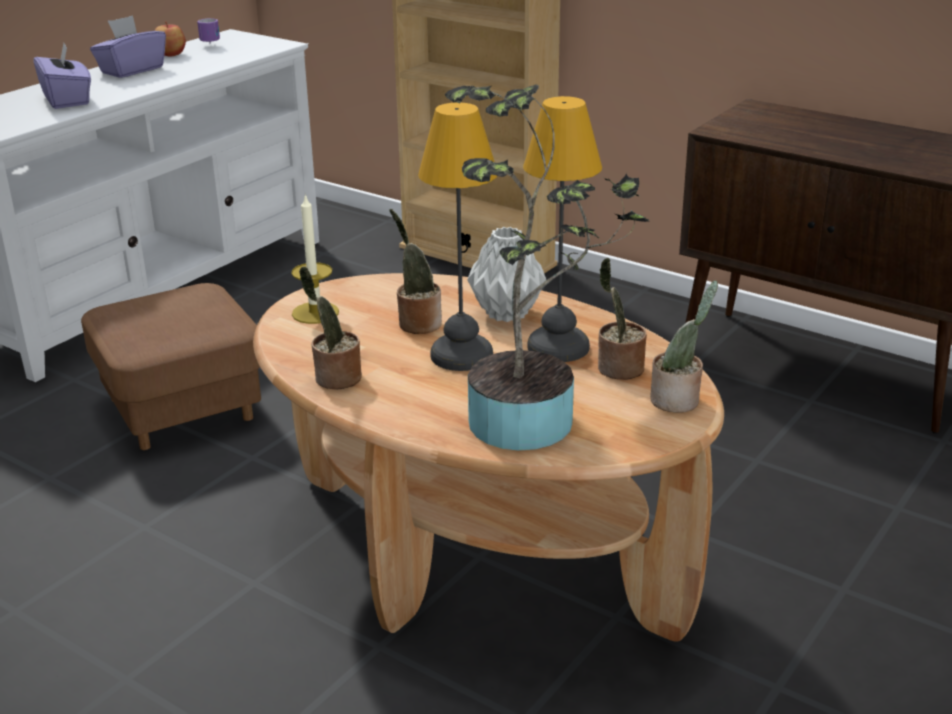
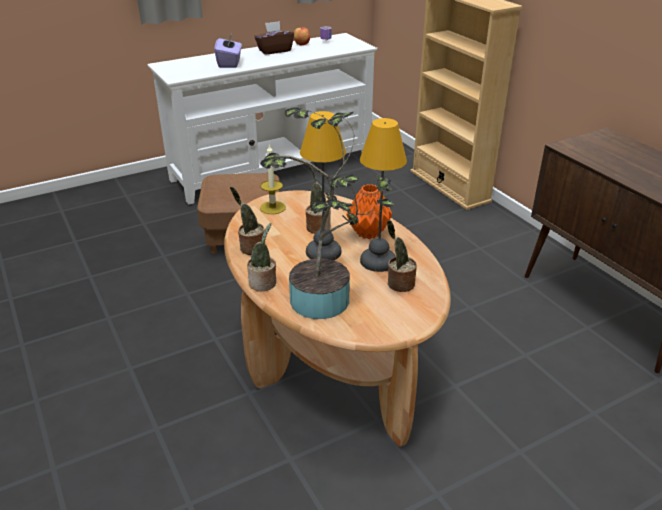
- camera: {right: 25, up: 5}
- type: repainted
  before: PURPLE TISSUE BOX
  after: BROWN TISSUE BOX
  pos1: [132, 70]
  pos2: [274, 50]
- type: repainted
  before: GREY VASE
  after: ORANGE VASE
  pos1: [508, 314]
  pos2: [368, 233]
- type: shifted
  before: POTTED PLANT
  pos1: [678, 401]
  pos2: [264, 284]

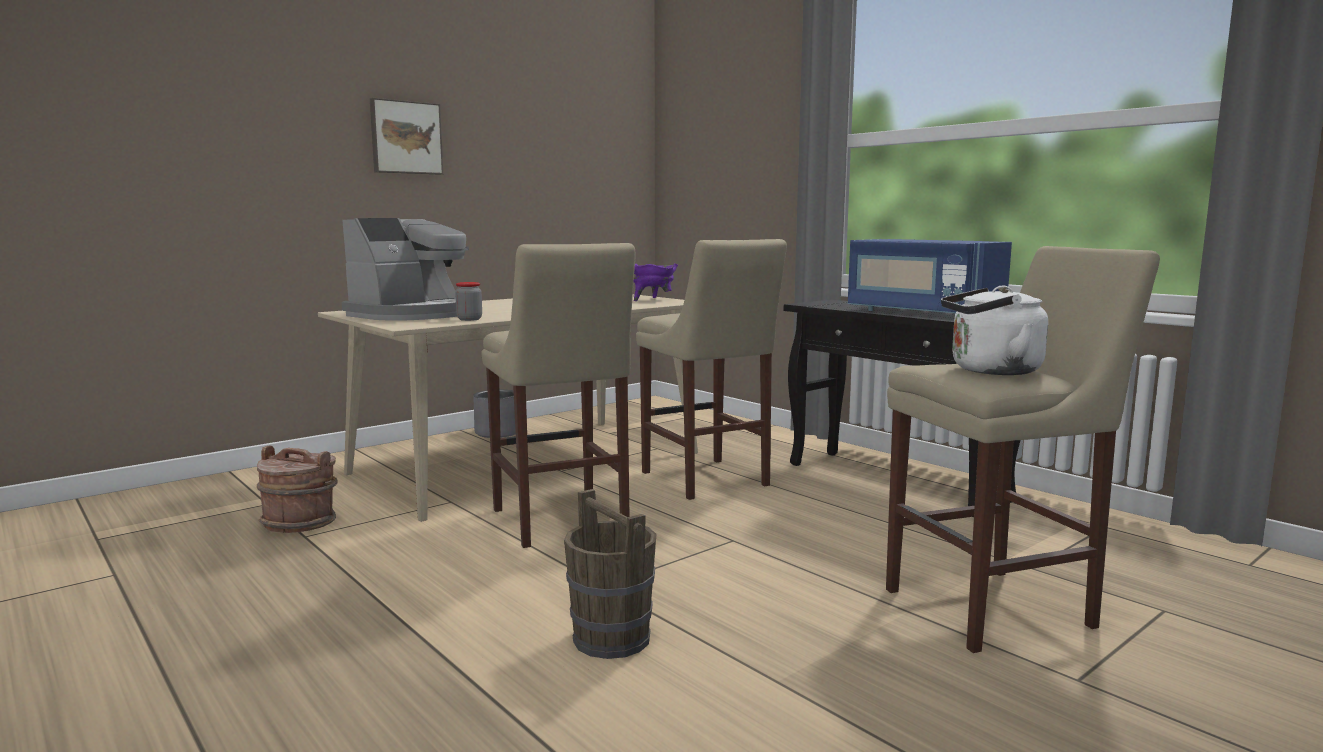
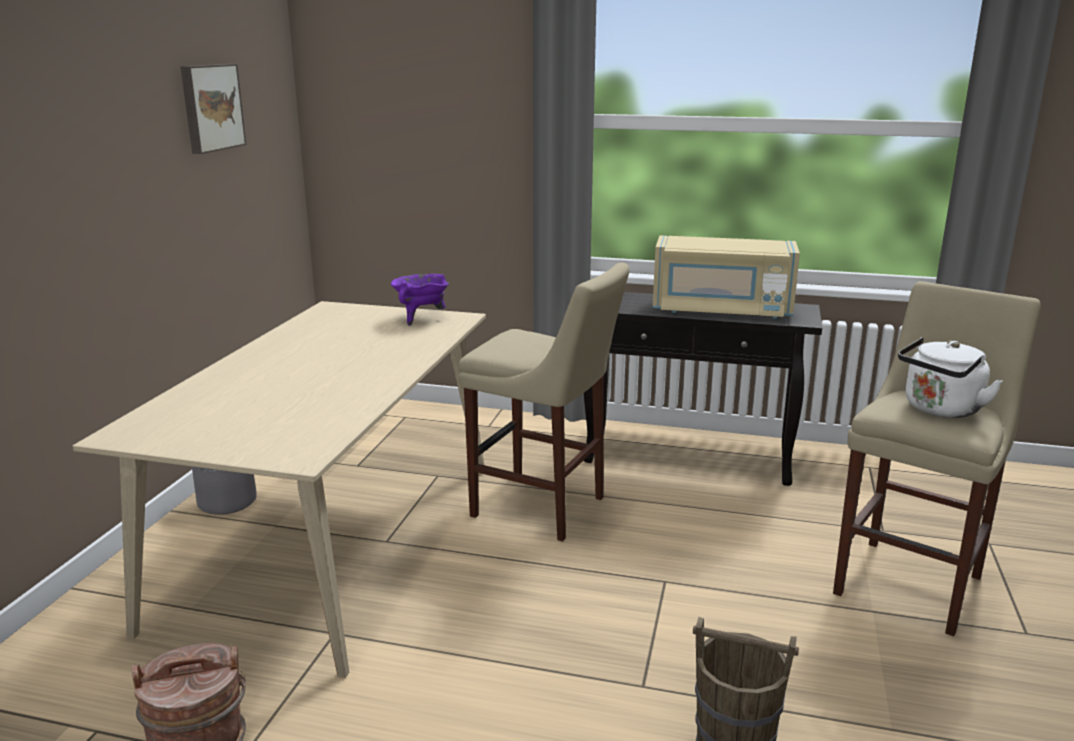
- camera: {right: -35, up: 10}
- type: shifted
  before: PICTURE
  pos1: [405, 137]
  pos2: [210, 107]
- type: gone
  before: COFFEE MACHINE
  pos1: [413, 314]
- type: repainted
  before: BLUE MICROWAVE
  after: BEIGE MICROWAVE
  pos1: [920, 313]
  pos2: [721, 311]
- type: gone
  before: BEIGE STOOL
  pos1: [561, 522]
- type: gone
  before: JAR
  pos1: [469, 319]

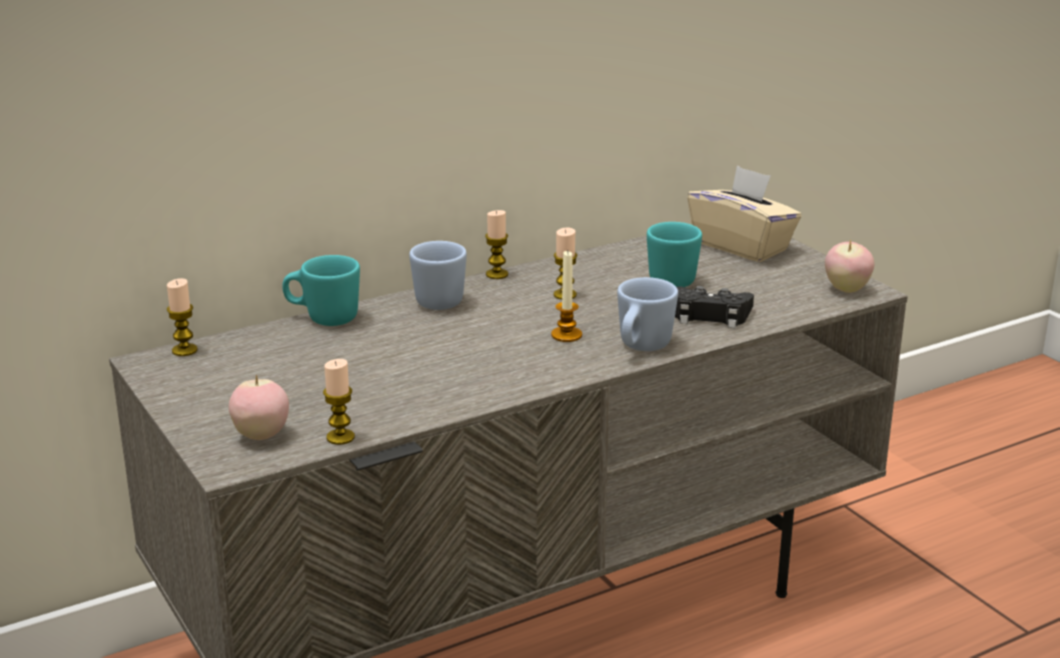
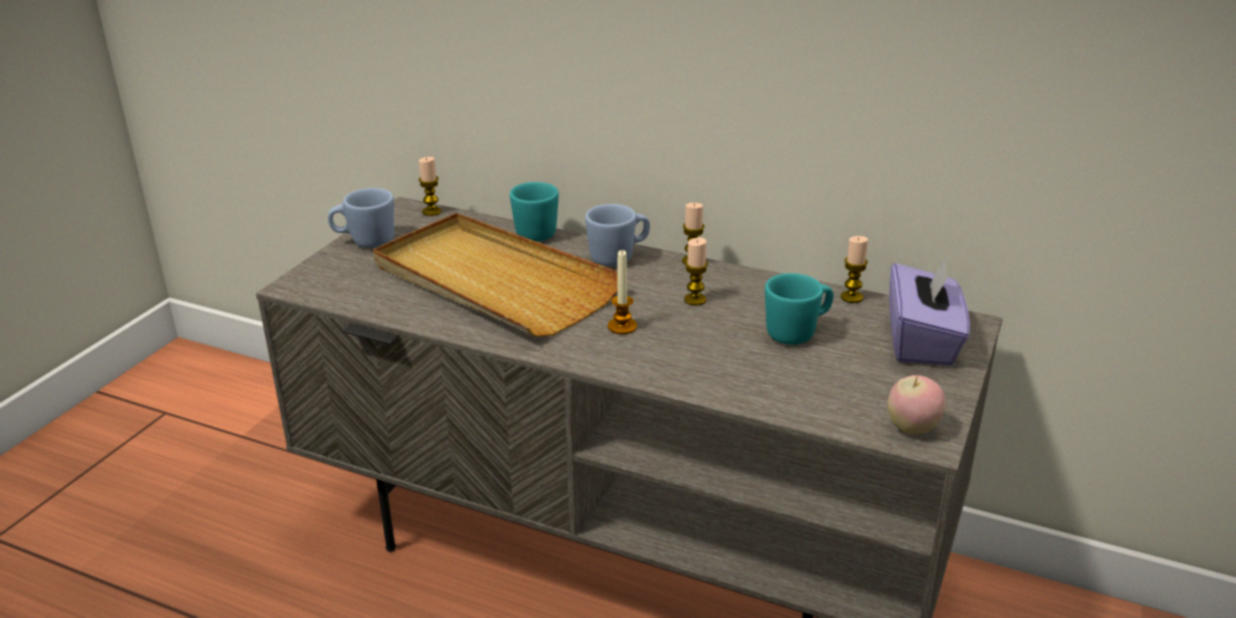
- camera: {right: 55, up: 5}
- type: repainted
  before: BEIGE TISSUE BOX
  after: PURPLE TISSUE BOX
  pos1: [742, 246]
  pos2: [922, 342]
- type: shifted
  before: BLUE MUG
  pos1: [641, 347]
  pos2: [365, 242]
- type: gone
  before: BLACK GAME CONTROLLER
  pos1: [710, 315]
- type: shifted
  before: CANDLE
  pos1: [340, 437]
  pos2: [851, 297]
- type: gone
  before: APPLE
  pos1: [261, 436]
- type: new
  after: BEIGE TRAY
  pos2: [493, 282]

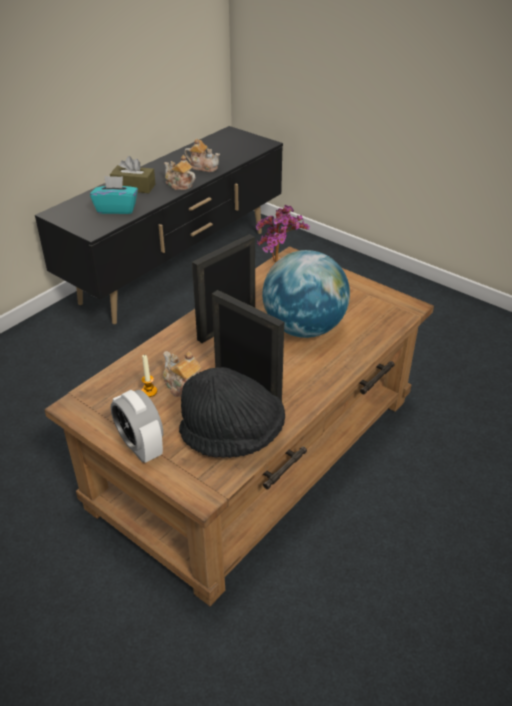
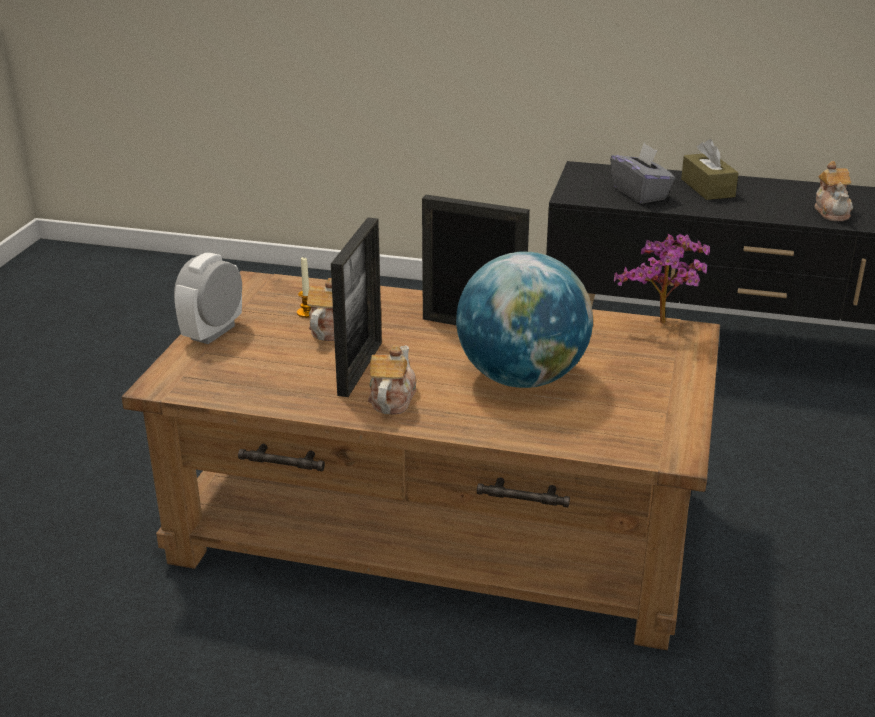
- camera: {right: 65, up: -10}
- type: shifted
  before: TEAPOT
  pos1: [179, 185]
  pos2: [392, 399]
- type: repainted
  before: TURQUOISE TISSUE BOX
  after: GREY TISSUE BOX
  pos1: [116, 209]
  pos2: [640, 193]
- type: gone
  before: BLACK HAT
  pos1: [233, 436]

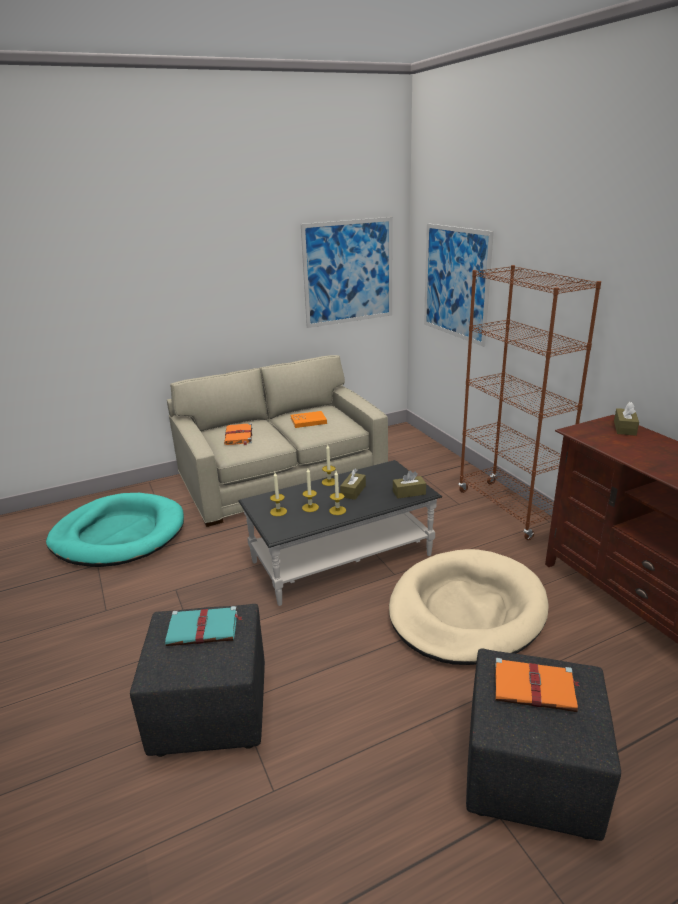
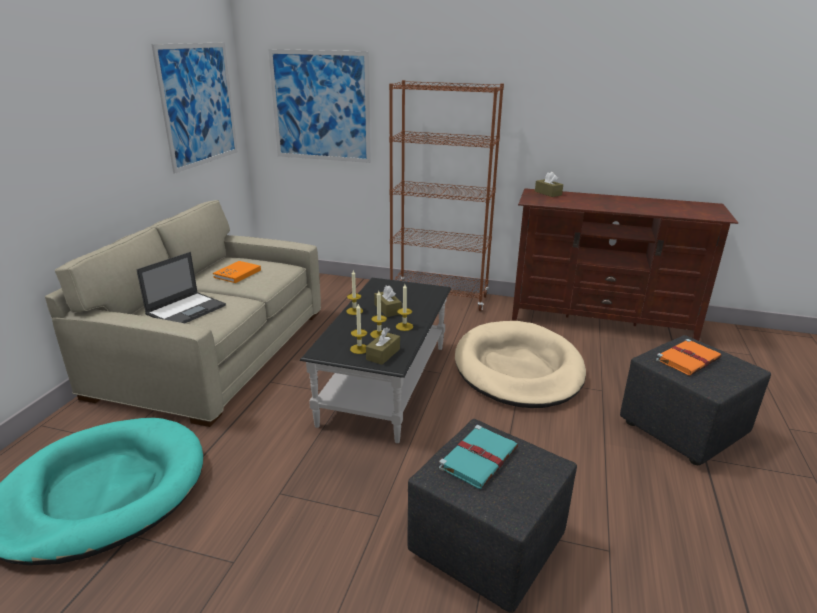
- camera: {right: -50, up: 0}
- type: swapped
  before: ORANGE BOOK
  after: LAPTOP
  pos1: [238, 436]
  pos2: [187, 309]
- type: shifted
  before: BROWN TISSUE BOX
  pos1: [409, 492]
  pos2: [383, 354]

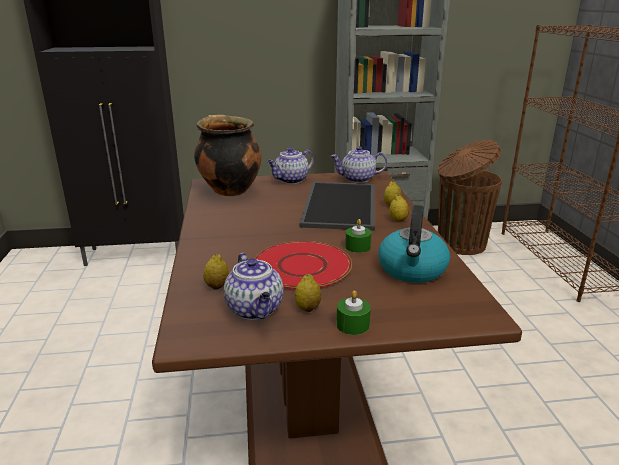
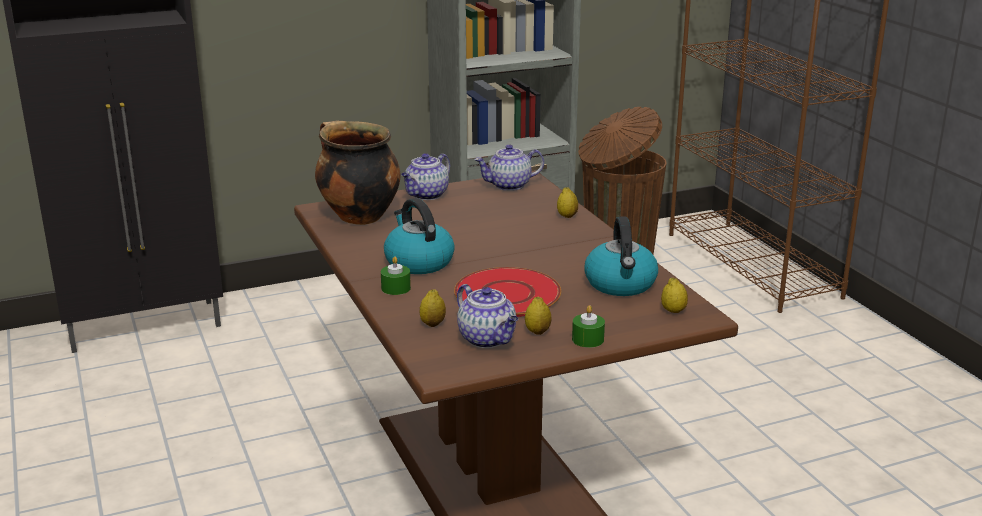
- camera: {right: -15, up: 0}
- type: gone
  before: TRAY
  pos1: [342, 206]
- type: shifted
  before: LEMON
  pos1: [398, 220]
  pos2: [673, 311]
- type: shifted
  before: GREEN CANDLE
  pos1: [357, 247]
  pos2: [396, 288]
- type: new
  after: KETTLE
  pos2: [418, 262]

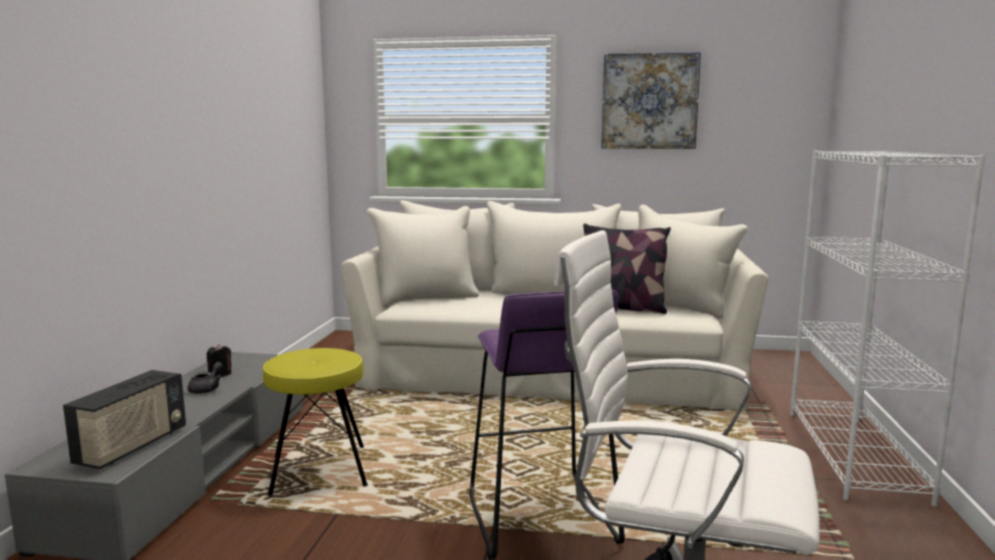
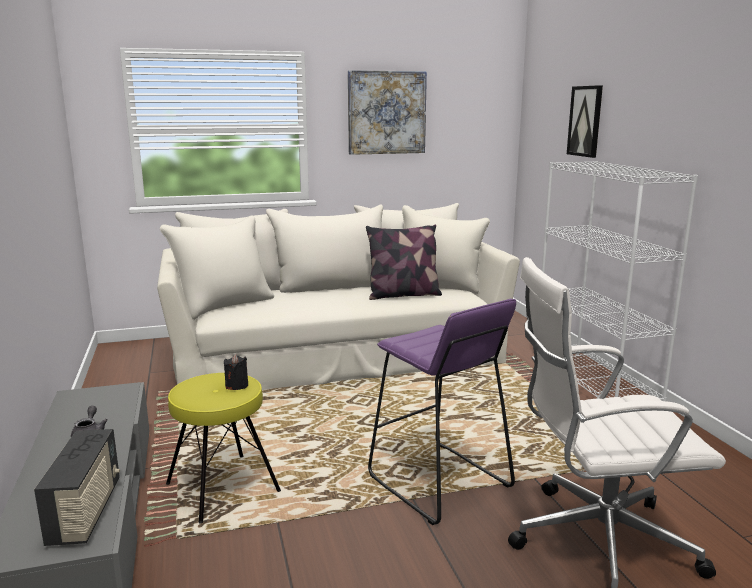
- camera: {right: -25, up: 5}
- type: shifted
  before: BLACK CANDLE
  pos1: [220, 374]
  pos2: [237, 385]
- type: new
  after: PICTURE
  pos2: [585, 121]

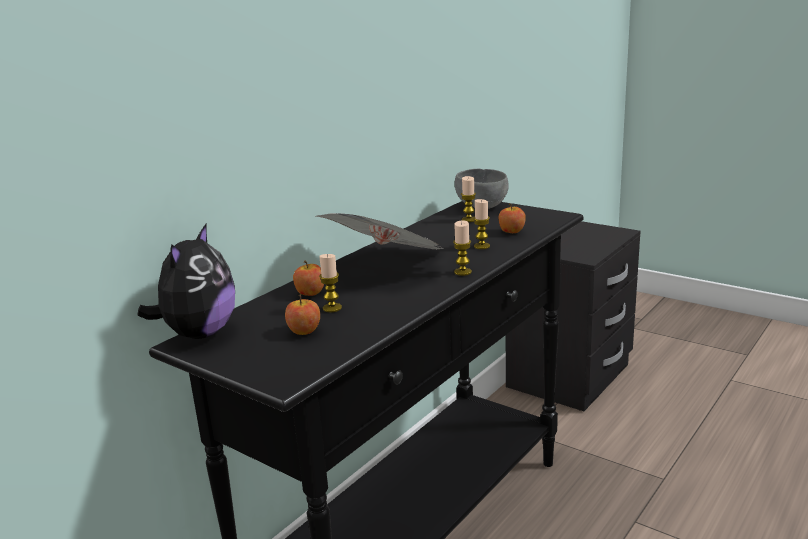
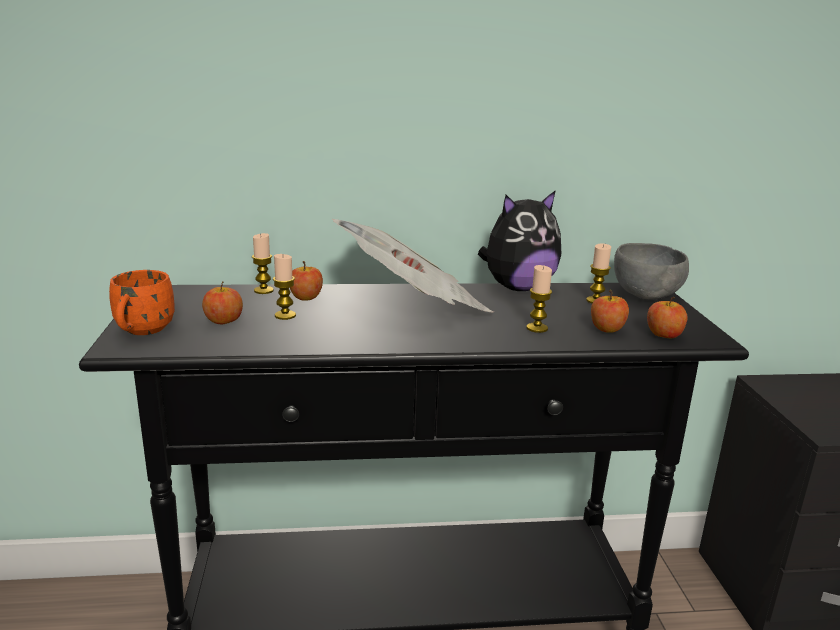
- camera: {right: 45, up: 0}
- type: shifted
  before: CANDLE
  pos1: [462, 272]
  pos2: [263, 290]
- type: shifted
  before: PLUSH TOY
  pos1: [199, 333]
  pos2: [518, 288]
- type: new
  after: ORANGE MUG
  pos2: [141, 331]
- type: new
  after: APPLE
  pos2: [664, 335]

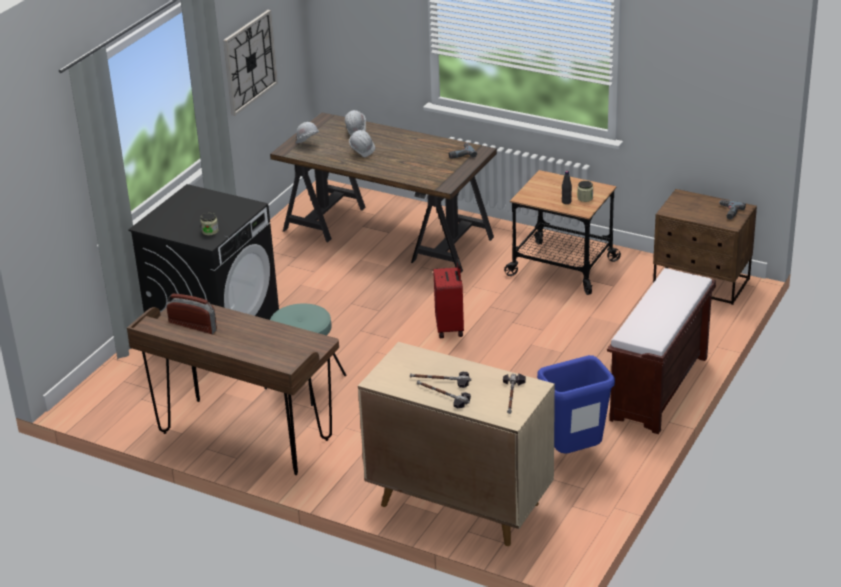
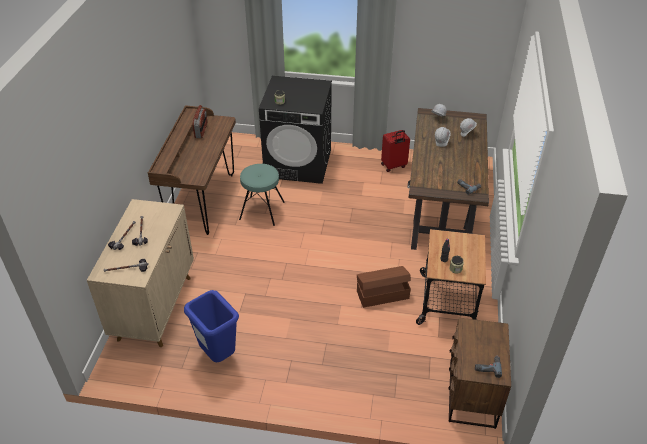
- camera: {right: 70, up: 10}
- type: gone
  before: WALL CLOCK
  pos1: [249, 62]
- type: shifted
  before: RED SUITCASE
  pos1: [450, 328]
  pos2: [394, 166]
- type: gone
  before: BROWN BENCH
  pos1: [659, 389]
- type: new
  after: BROWN STORAGE BOX
  pos2: [382, 294]

